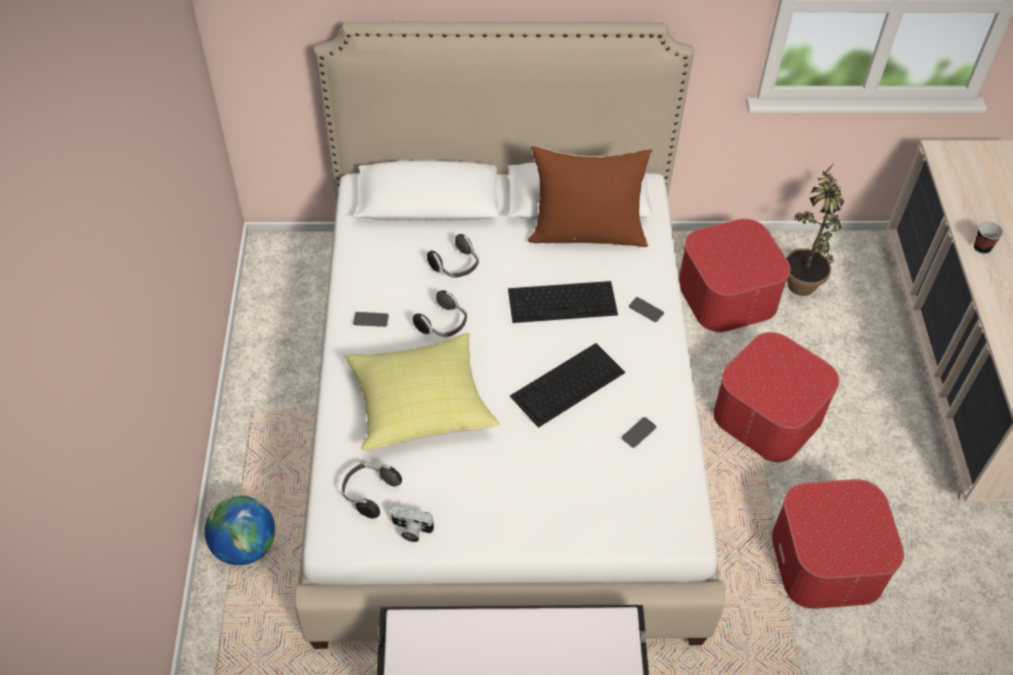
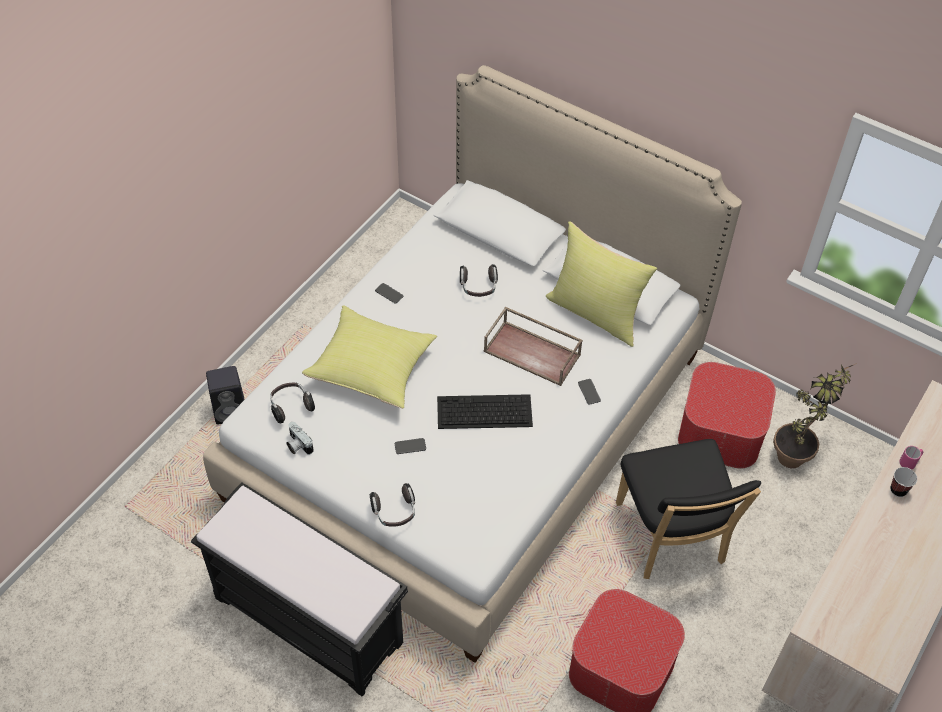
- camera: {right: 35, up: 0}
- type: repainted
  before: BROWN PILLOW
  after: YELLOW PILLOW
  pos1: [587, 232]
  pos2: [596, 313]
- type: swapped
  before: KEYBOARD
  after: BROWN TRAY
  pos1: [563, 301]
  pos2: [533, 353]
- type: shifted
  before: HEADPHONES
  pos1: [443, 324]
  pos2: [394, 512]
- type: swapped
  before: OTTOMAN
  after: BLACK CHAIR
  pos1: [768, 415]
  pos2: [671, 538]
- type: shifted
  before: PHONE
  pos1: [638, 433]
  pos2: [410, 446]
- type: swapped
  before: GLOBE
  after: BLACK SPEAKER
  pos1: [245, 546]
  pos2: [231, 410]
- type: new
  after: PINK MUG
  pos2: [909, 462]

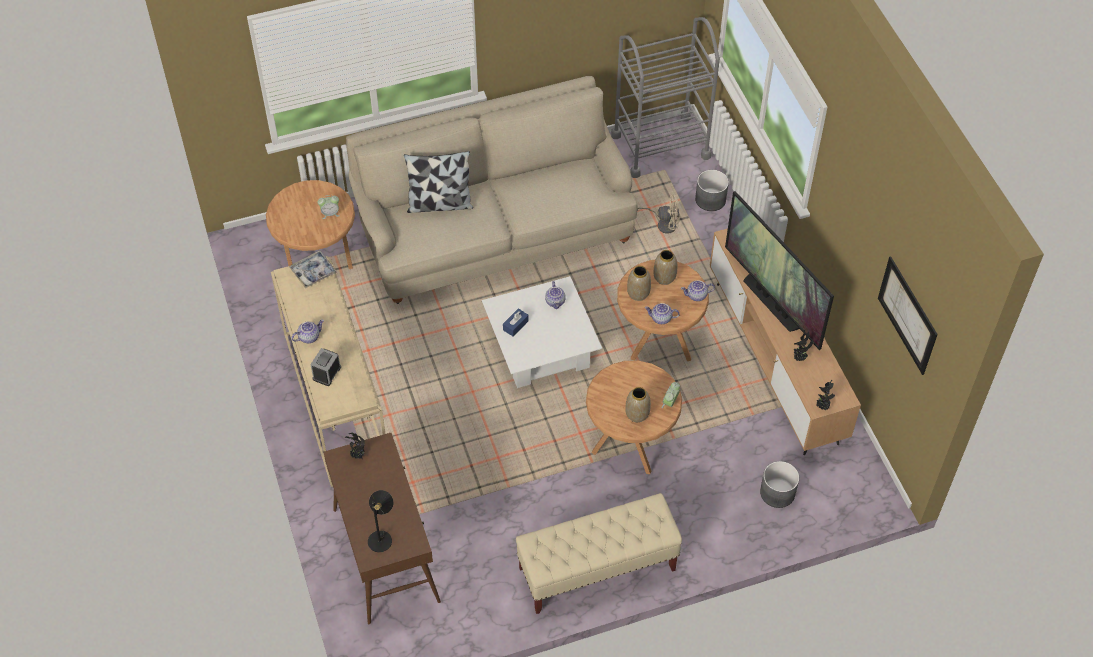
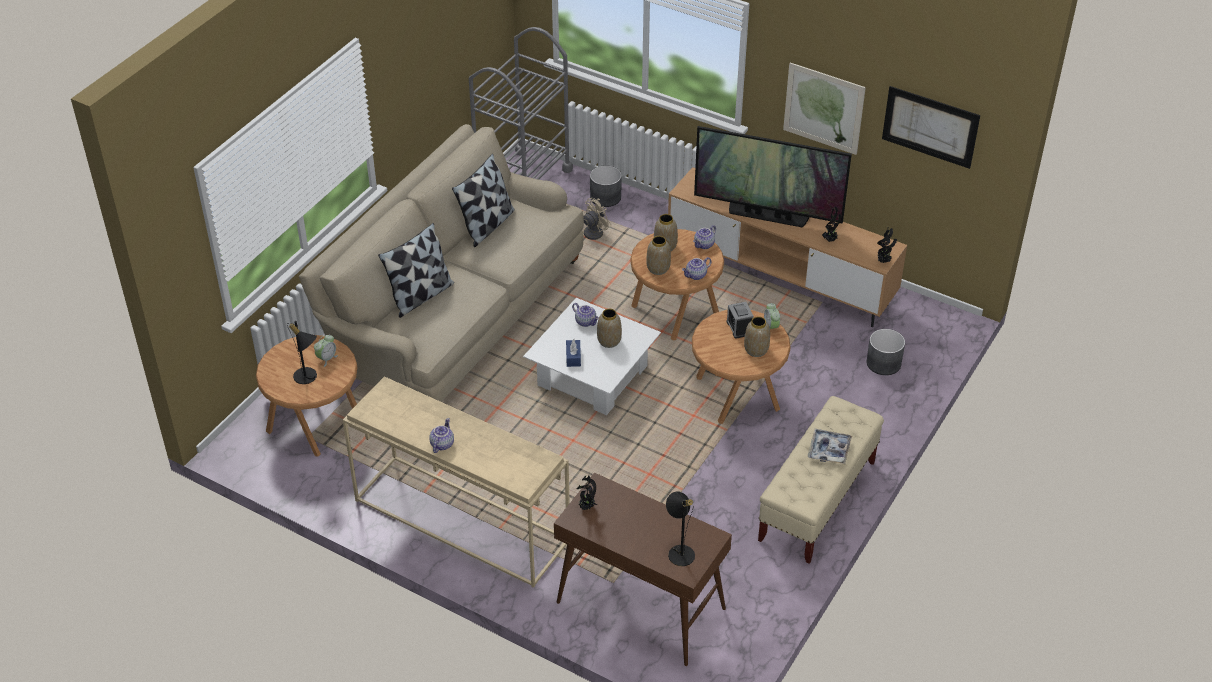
- camera: {right: -40, up: -10}
- type: shifted
  before: TRAY
  pos1: [313, 272]
  pos2: [829, 450]
- type: shifted
  before: ALARM CLOCK
  pos1: [327, 373]
  pos2: [739, 328]
- type: new
  after: PICTURE
  pos2: [823, 108]
- type: new
  after: PILLOW
  pos2: [487, 225]
- type: new
  after: VASE
  pos2: [609, 341]
- type: new
  after: BLACK TABLE LAMP
  pos2: [308, 378]

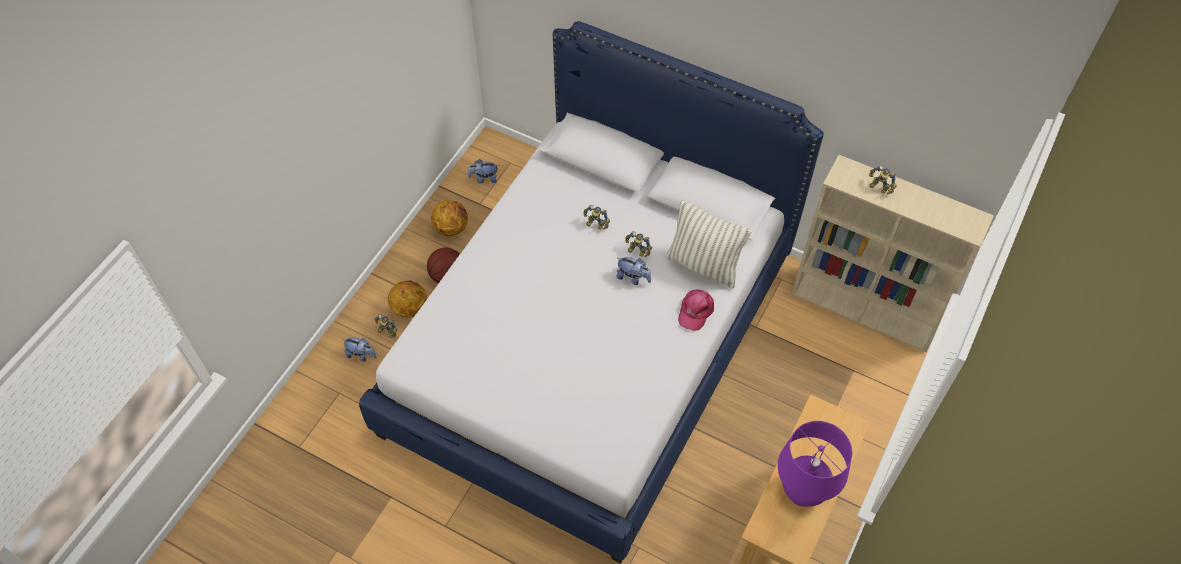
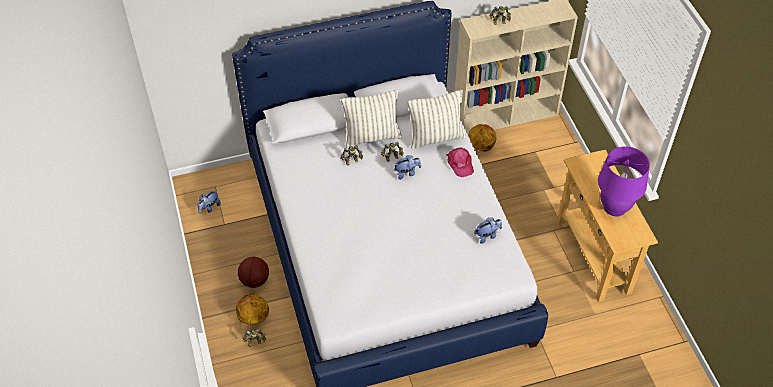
- camera: {right: -45, up: -5}
- type: shifted
  before: BASKETBALL
  pos1: [451, 227]
  pos2: [480, 146]
- type: shifted
  before: PLUSH TOY
  pos1: [361, 355]
  pos2: [487, 235]
- type: new
  after: PILLOW
  pos2: [372, 137]

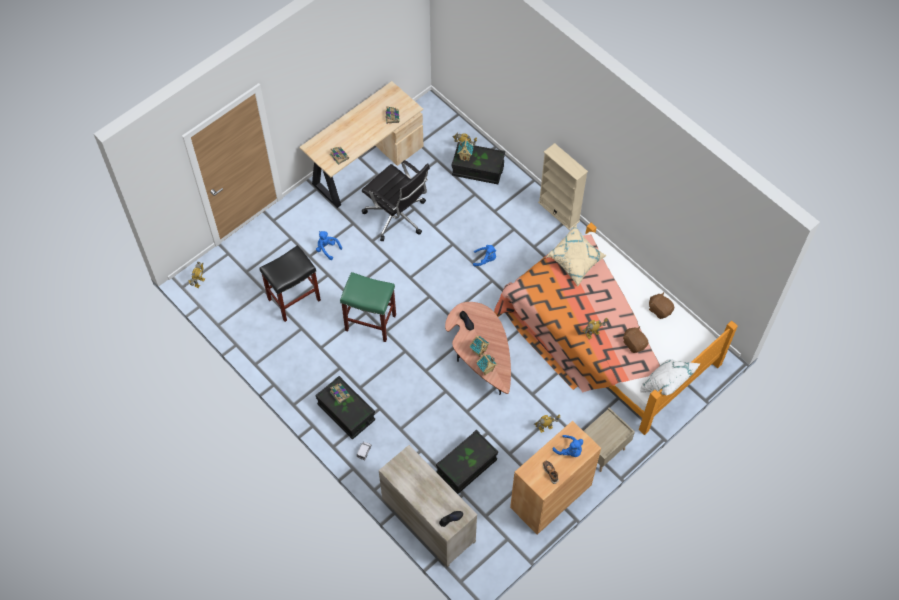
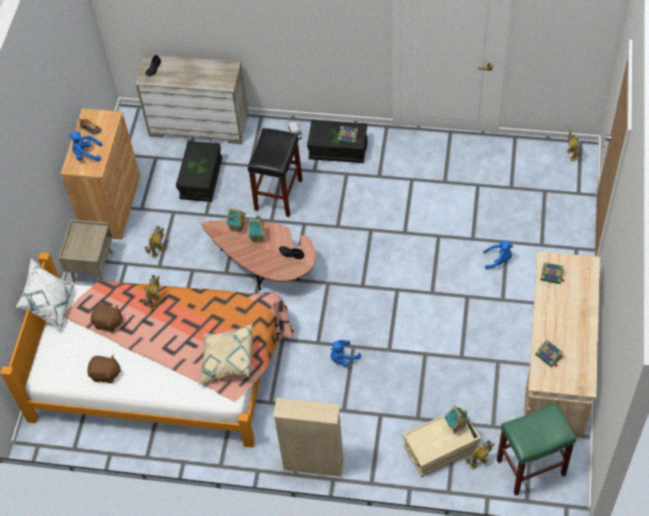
- camera: {right: 145, up: -5}
- type: repainted
  before: BLACK STORAGE BOX
  after: BEIGE STORAGE BOX
  pos1: [478, 169]
  pos2: [440, 448]
- type: gone
  before: BLACK OFFICE CHAIR
  pos1: [397, 217]
- type: shifted
  before: BLACK STOOL
  pos1: [294, 299]
  pos2: [278, 195]
- type: shifted
  before: GREEN STOOL
  pos1: [371, 322]
  pos2: [530, 468]

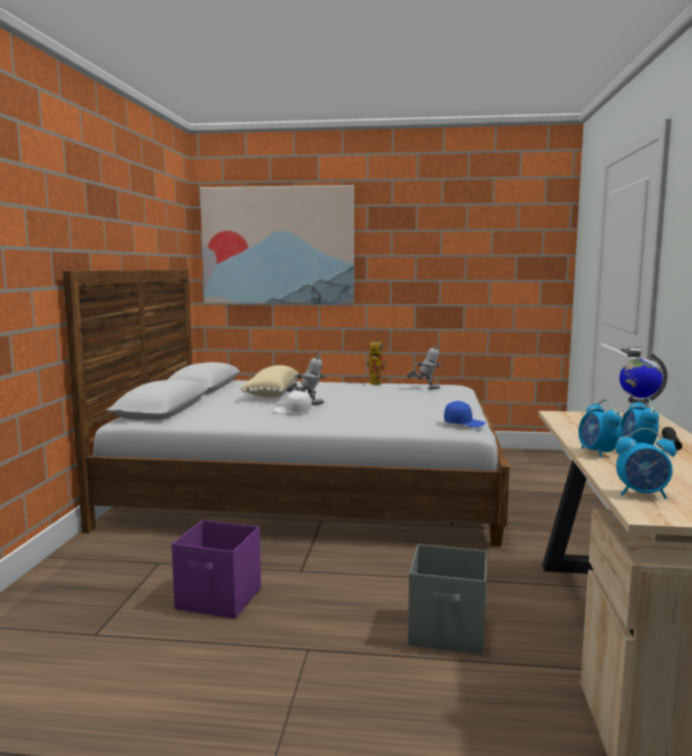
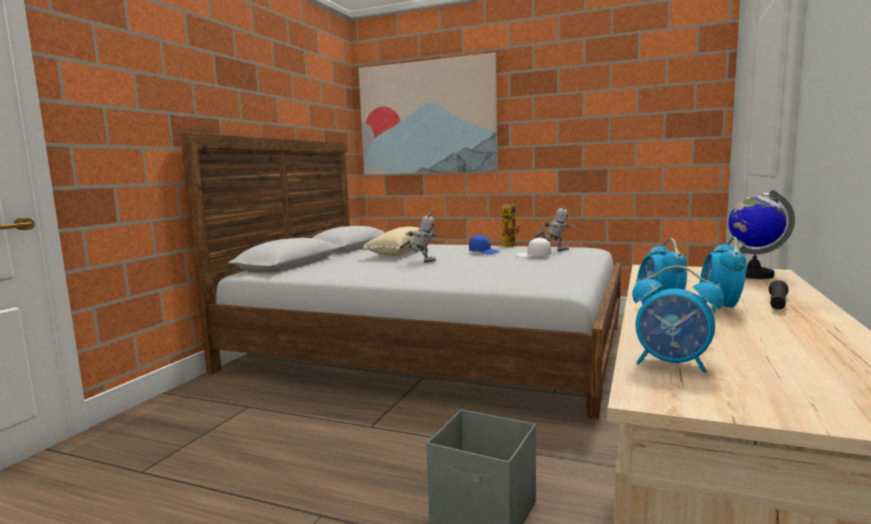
- camera: {right: 15, up: 0}
- type: shifted
  before: WHITE CAP
  pos1: [292, 411]
  pos2: [533, 256]
- type: shifted
  before: BLUE CAP
  pos1: [464, 423]
  pos2: [484, 252]
- type: gone
  before: PURPLE STORAGE BOX
  pos1: [220, 599]

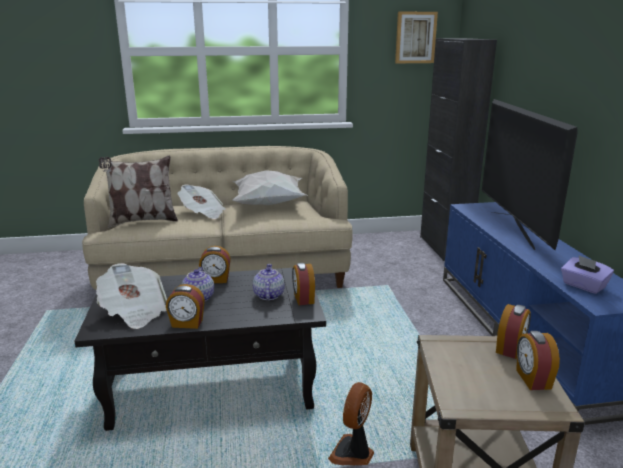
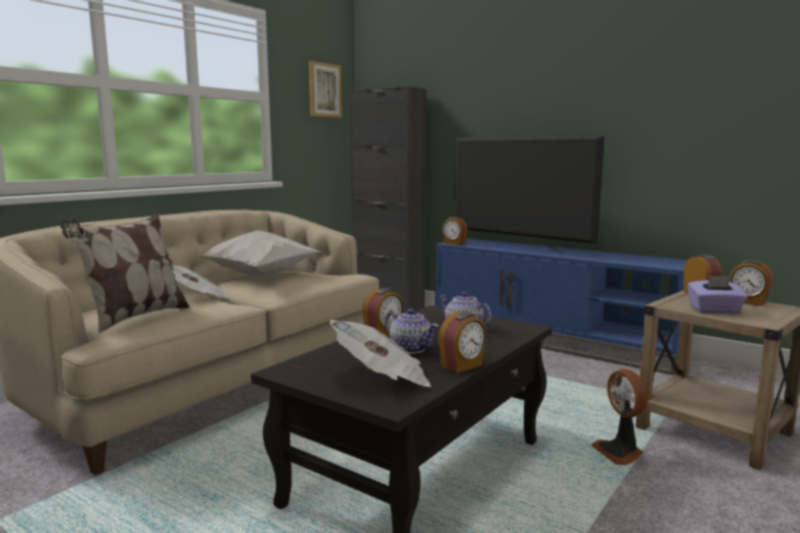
- camera: {right: -45, up: -10}
- type: shifted
  before: PURPLE TISSUE BOX
  pos1: [583, 286]
  pos2: [714, 311]
- type: shifted
  before: ALARM CLOCK
  pos1: [303, 299]
  pos2: [454, 243]

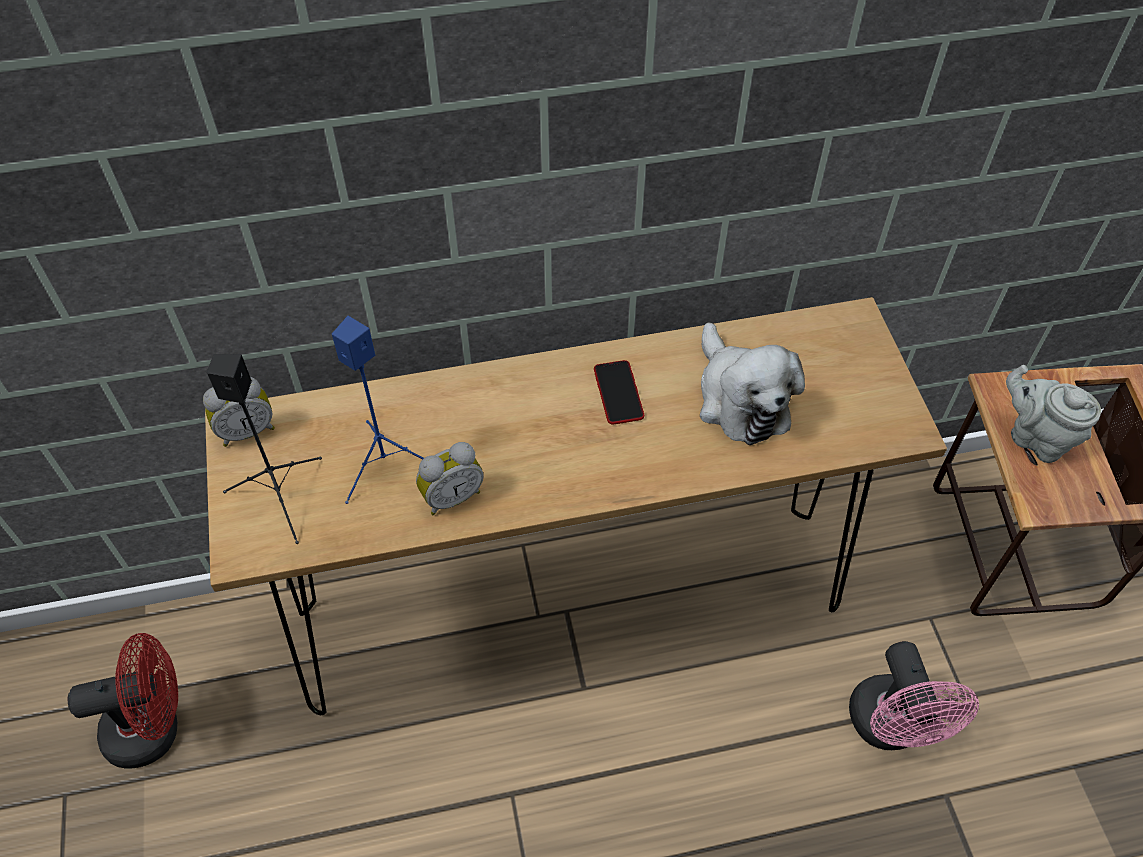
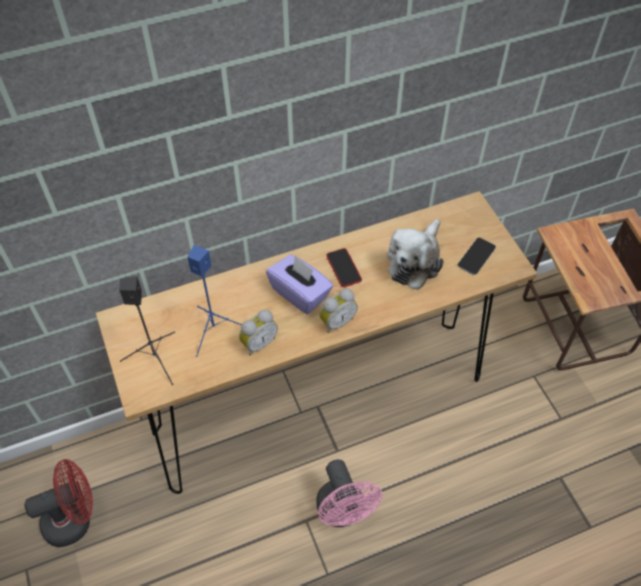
- camera: {right: -10, up: 0}
- type: rotated
  before: PLUSH TOY
  pos1: [740, 398]
  pos2: [415, 261]
  turn: 60
- type: gone
  before: GREY TEAPOT
  pos1: [1035, 438]
- type: shifted
  before: ALARM CLOCK
  pos1: [247, 430]
  pos2: [336, 321]
- type: shifted
  before: PINK FAN
  pos1: [891, 728]
  pos2: [343, 512]
- type: new
  after: PHONE
  pos2: [476, 256]
- type: new
  after: PURPLE TISSUE BOX
  pos2: [300, 293]

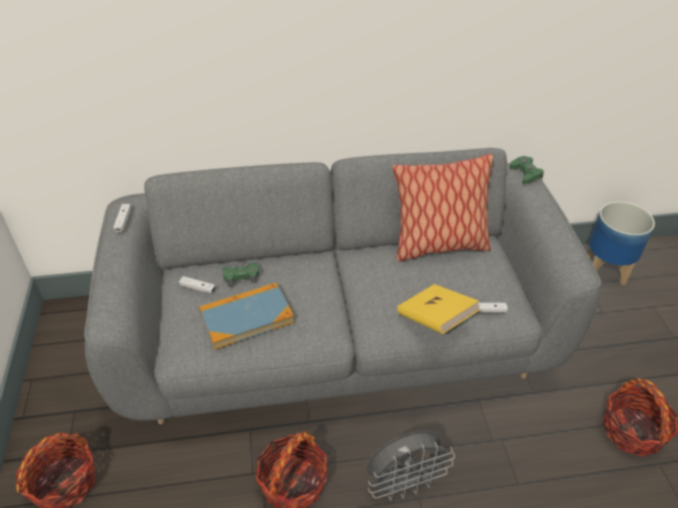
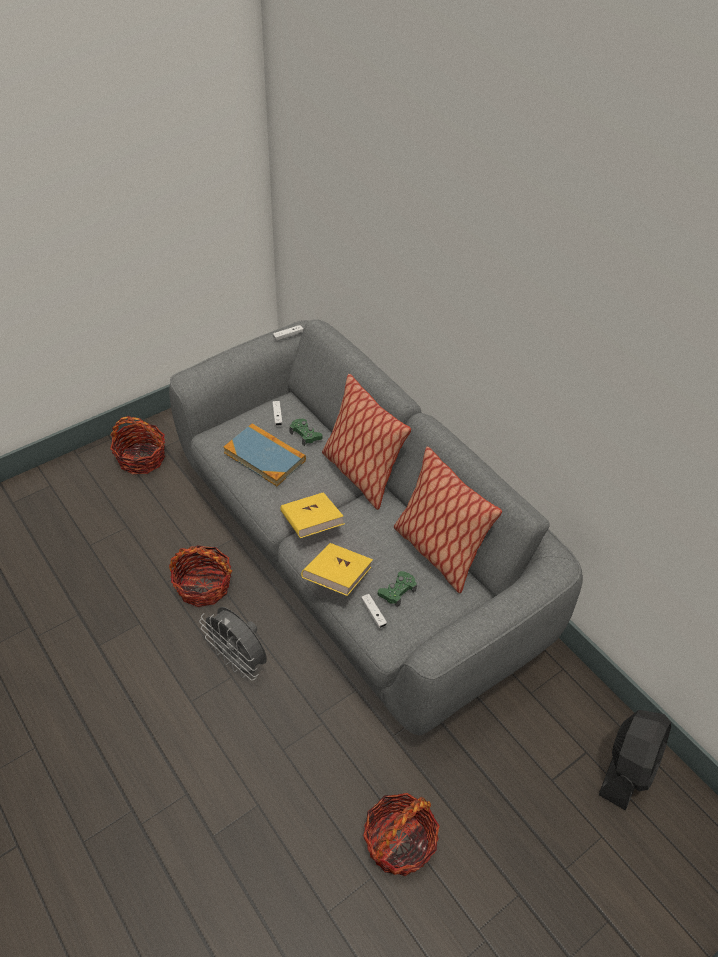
- camera: {right: 60, up: 5}
- type: shifted
  before: GREEN GAME CONTROLLER
  pos1: [525, 173]
  pos2: [397, 591]
- type: swapped
  before: PLANTER
  after: BLACK FAN
  pos1: [605, 269]
  pos2: [627, 767]
- type: new
  after: PILLOW
  pos2: [360, 474]
- type: new
  after: YELLOW BOOK
  pos2: [311, 525]

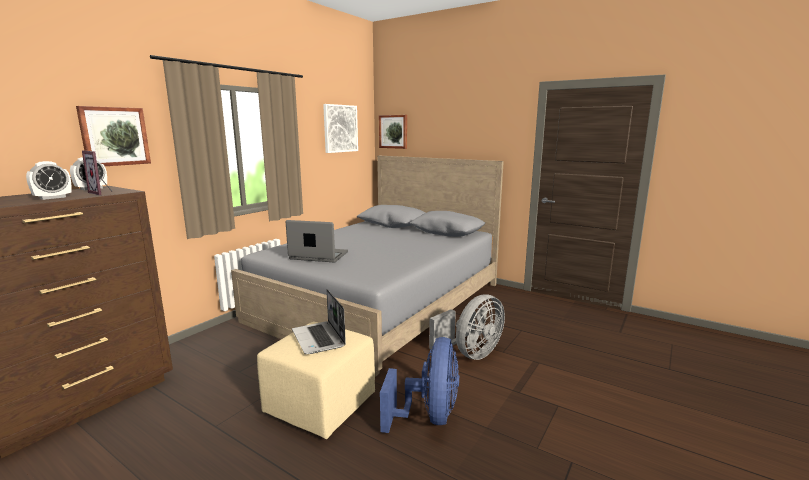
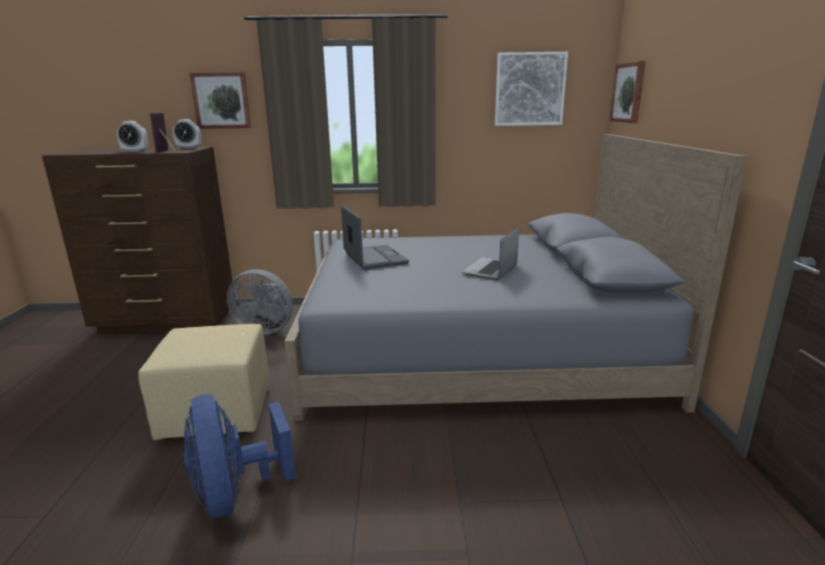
- camera: {right: 55, up: 5}
- type: shifted
  before: LAPTOP
  pos1: [319, 339]
  pos2: [491, 270]
- type: shifted
  before: GREY FAN
  pos1: [471, 354]
  pos2: [265, 329]
- type: rotated
  before: BLUE FAN
  pos1: [429, 416]
  pos2: [236, 493]
  turn: 90

